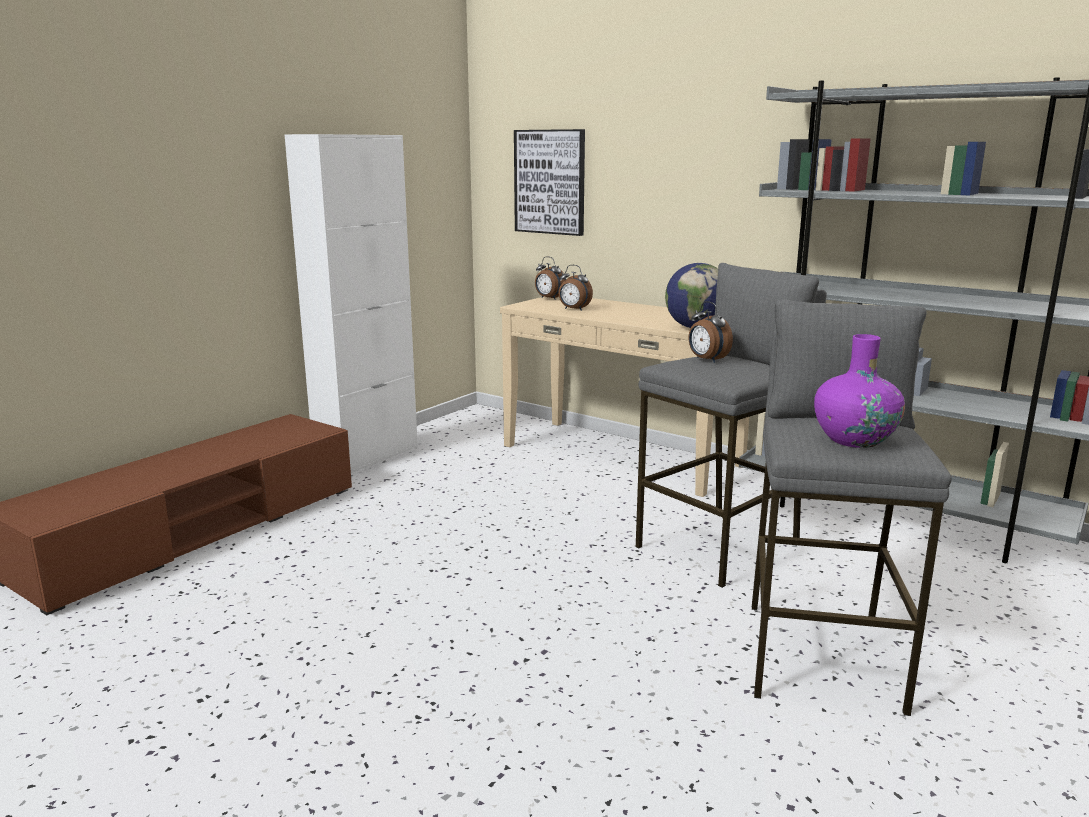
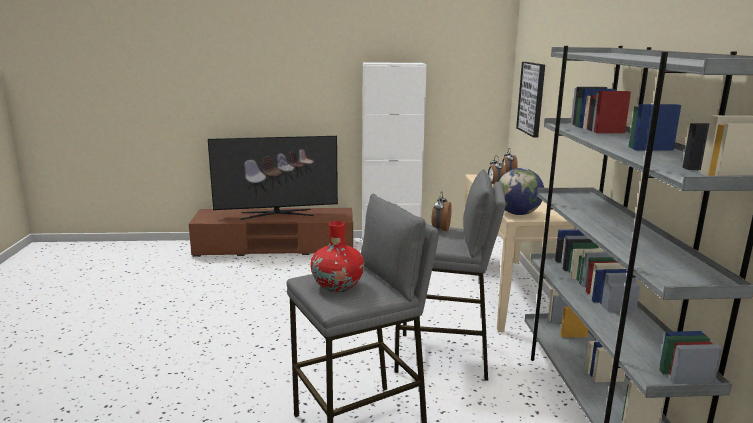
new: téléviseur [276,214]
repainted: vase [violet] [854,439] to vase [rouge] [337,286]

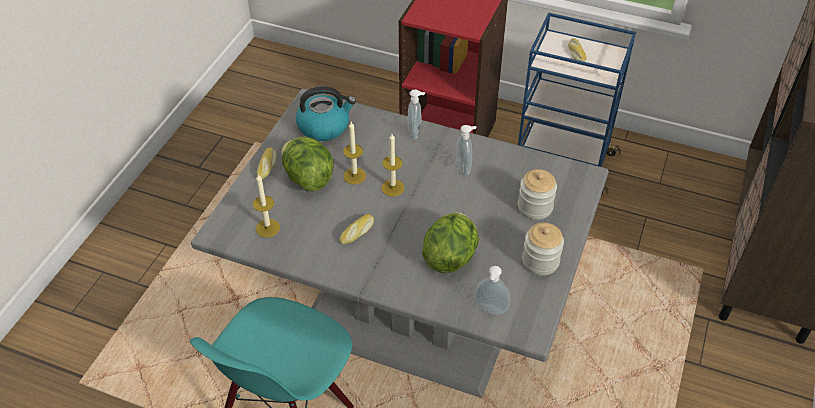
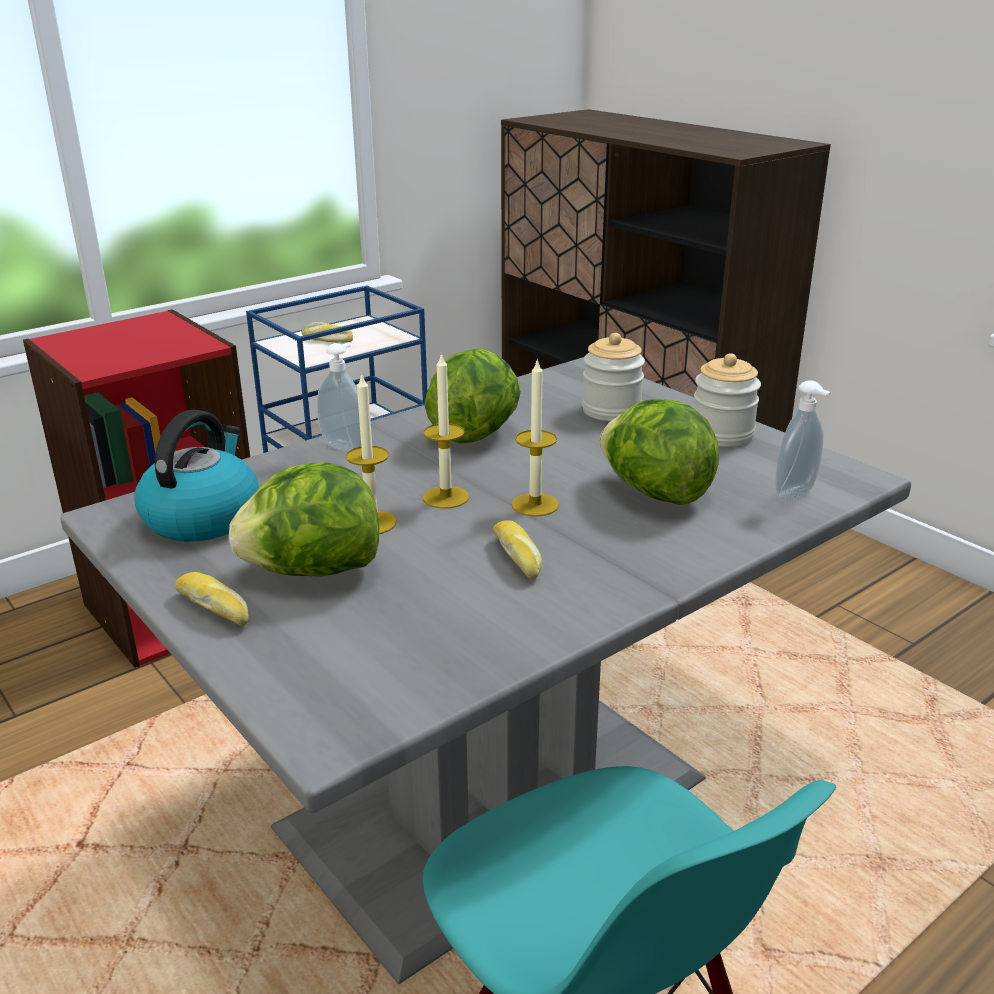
shifted: bougie [267,228] to [535,505]
swapped: distributeur de savon [464,168] to laitue [475,433]

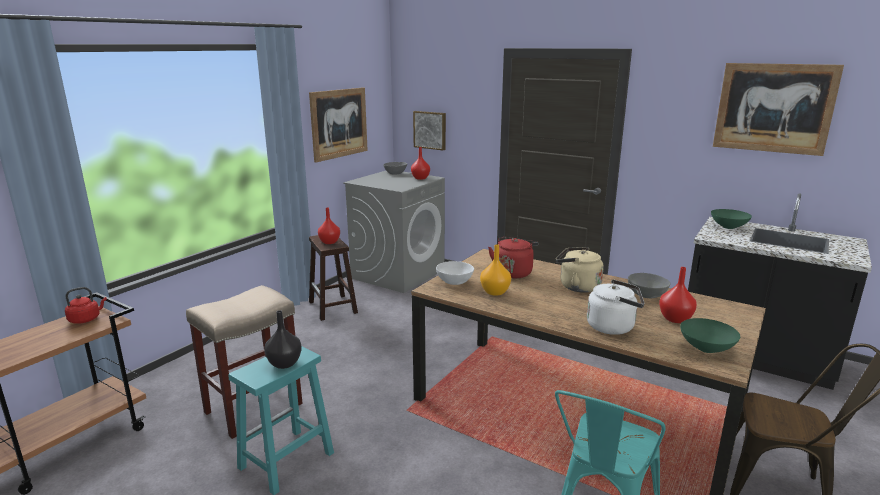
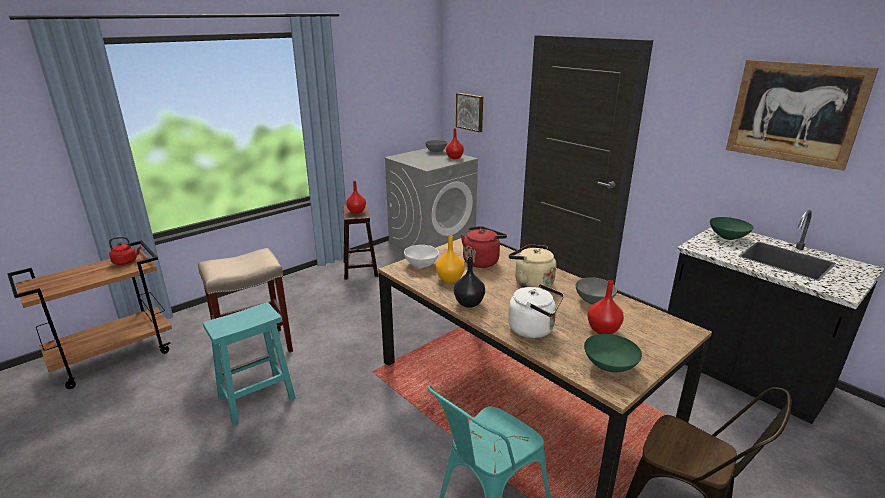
gone: tableau [339,123]
shifted: vase [noir] [284,363] to [469,303]

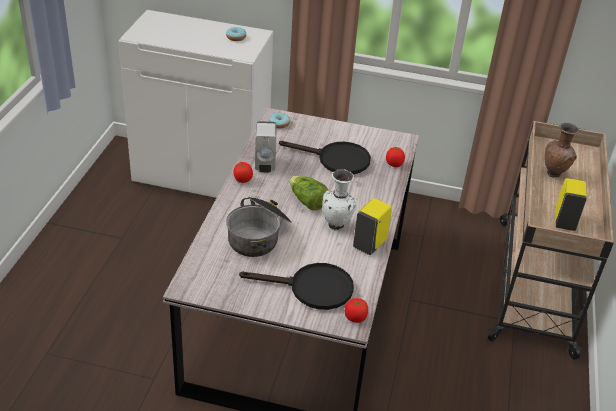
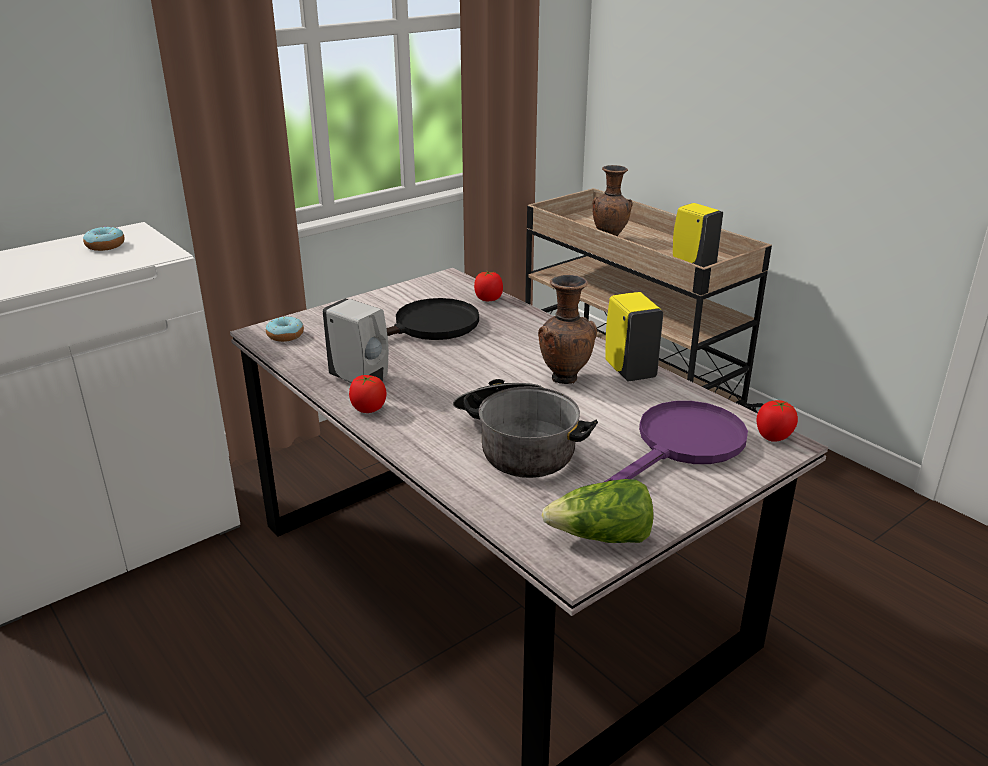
shifted: laitue [307,201] to [601,537]
repainted: vase [blanc] [337,225] to vase [marron] [564,378]; poêle [noir] [312,289] to poêle [violet] [682,446]

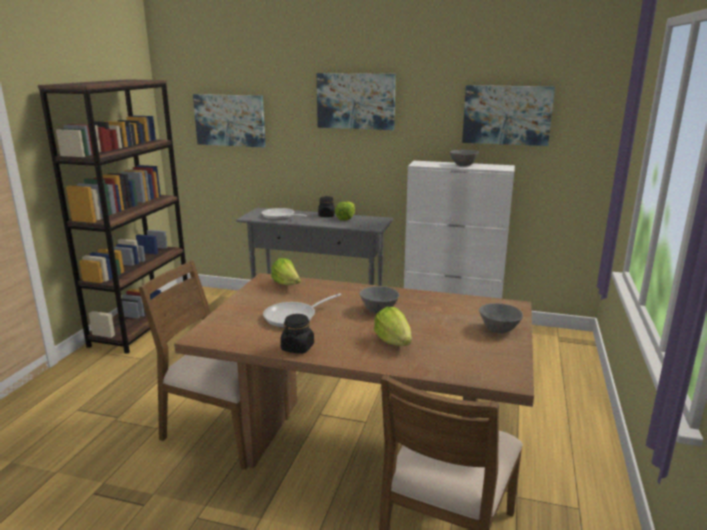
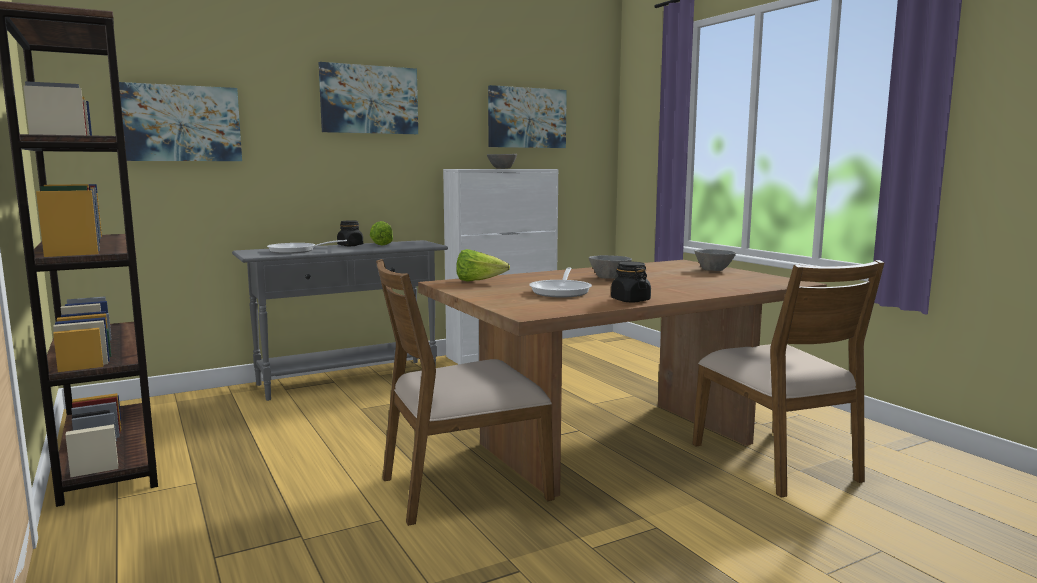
gone: laitue [393,341]

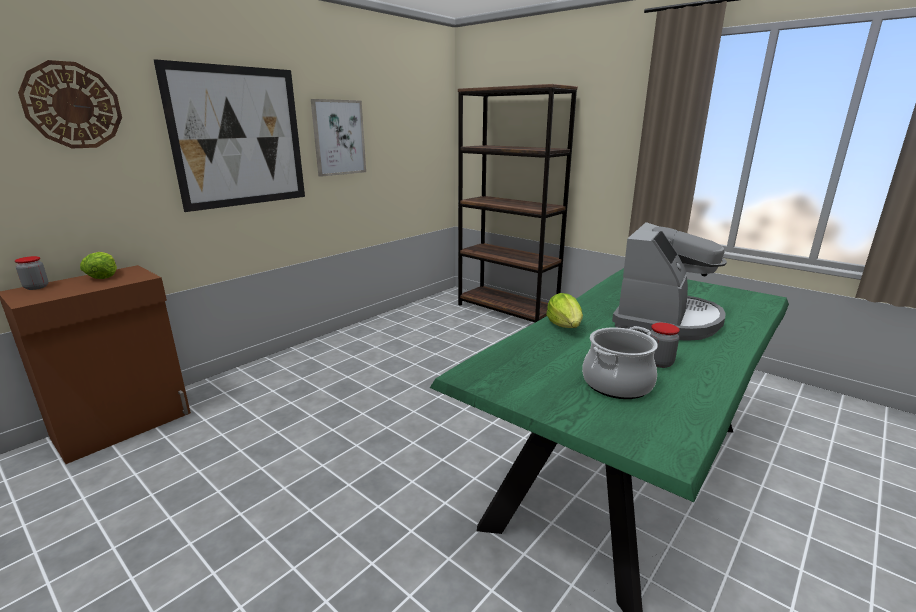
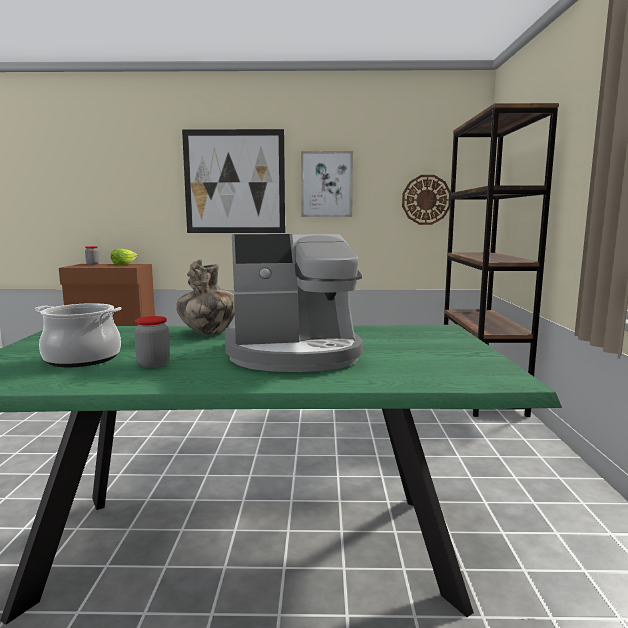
shifted: horloge murale [73,105] to [426,200]
swapped: laitue [565,326] to vase [209,332]

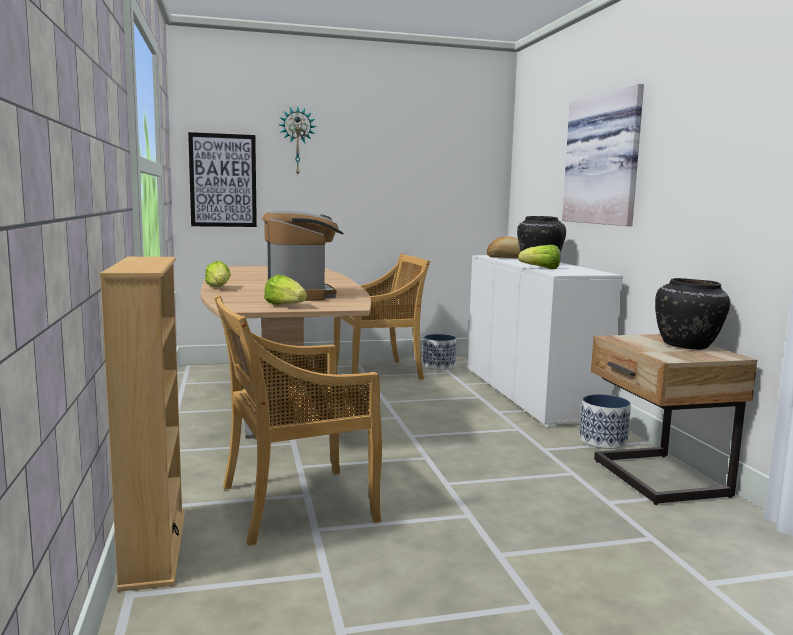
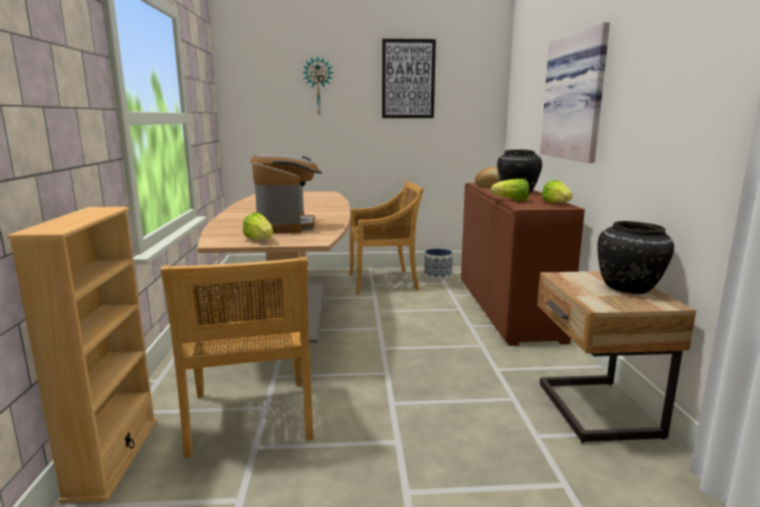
gone: cache-pot [602,441]
shifted: tableau [223,180] to [408,79]; laitue [218,288] to [556,204]
repainted: meuble de rangement [blanc] [530,394] to meuble de rangement [marron] [506,307]
rotated: chaise [beige] [294,505] = [250,418] 90 degrees counterclockwise

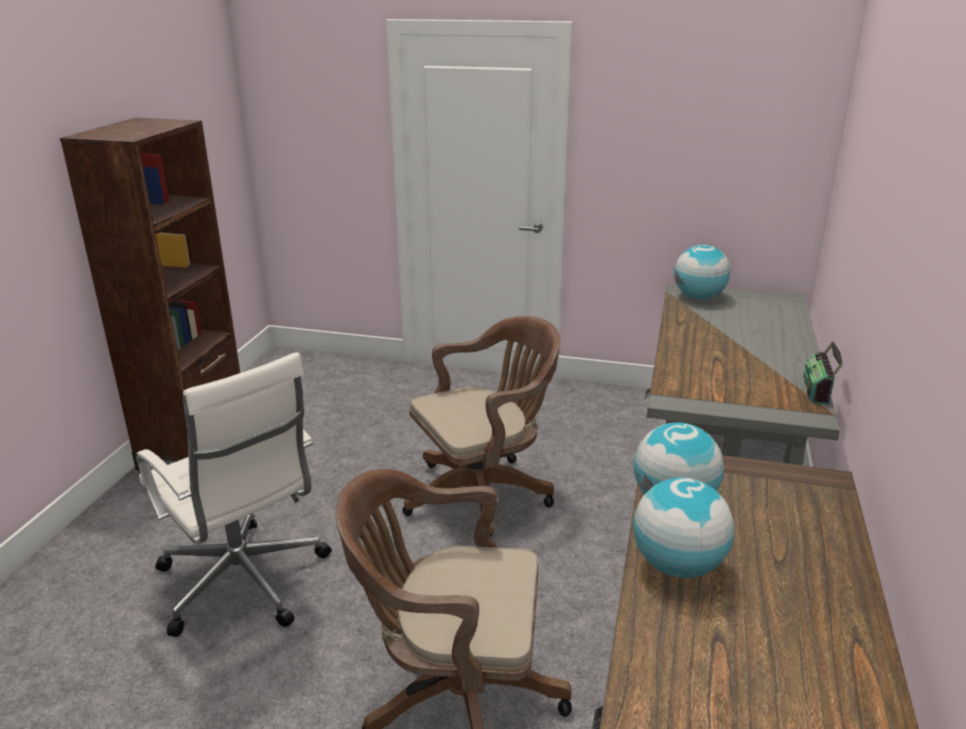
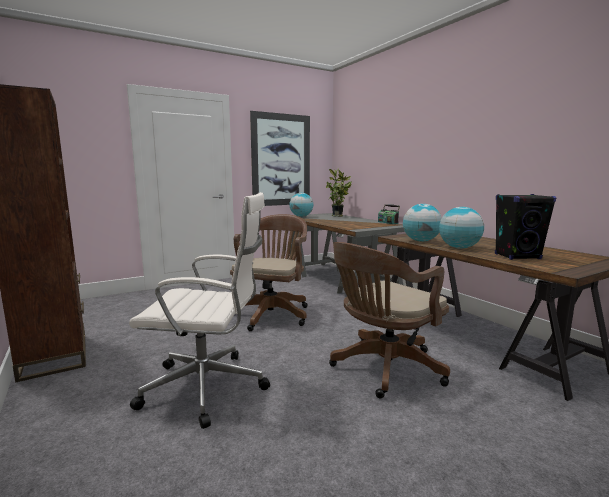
new: tableau [281,160]; plante en pot [338,216]; enceinte [noir] [517,257]

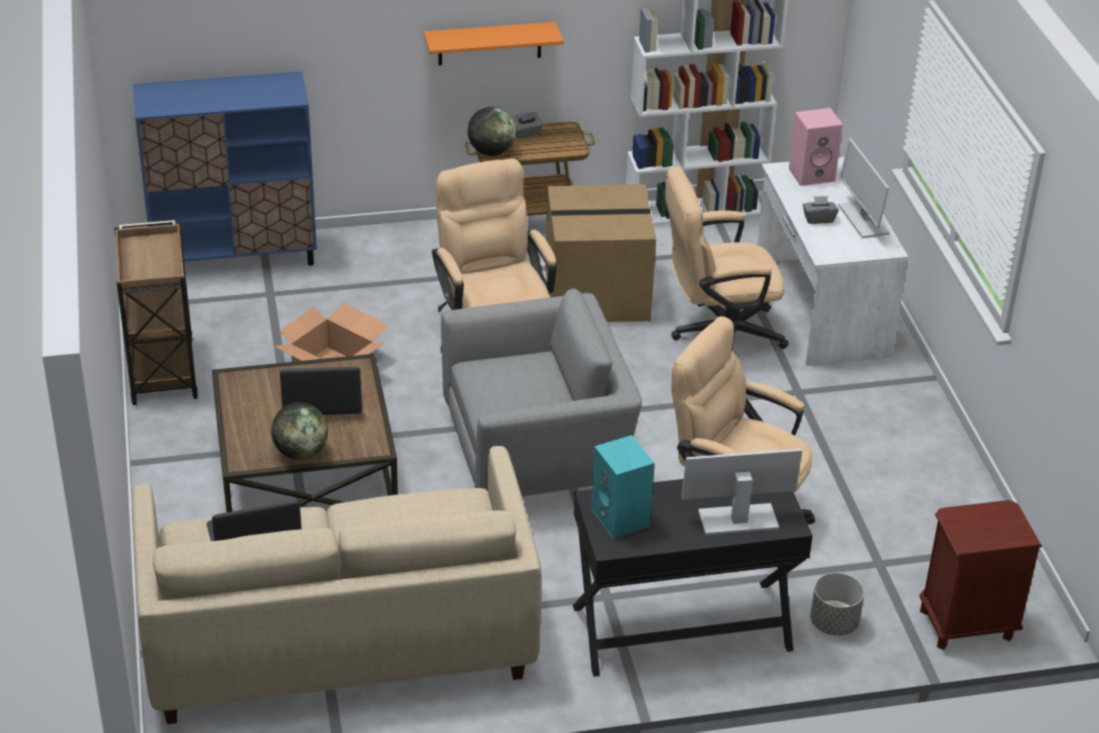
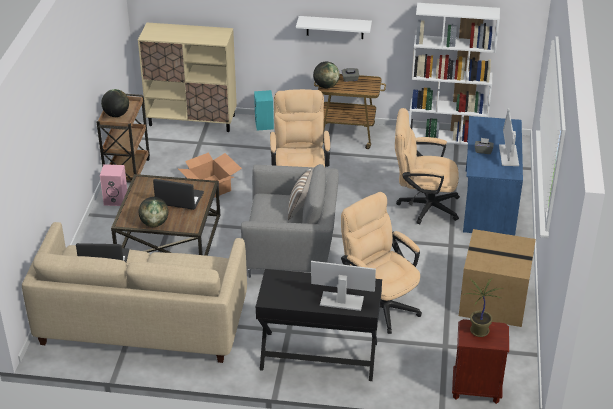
gone: cache-pot [gris] [834,623]
new: globe [116,115]; coussin [300,209]; plante en pot [478,331]
shifted: enceinte [rose] [812,174] to [116,199]; enceinte [turquoise] [622,518] to [264,124]; carton [598,292] to [495,300]
repainted: meuble de rangement [bleu] [235,256] to meuble de rangement [beige] [192,120]; étagère [orange] [489,43] to étagère [blanc] [335,27]; bureau [blanc] [819,308] to bureau [bleu] [488,202]

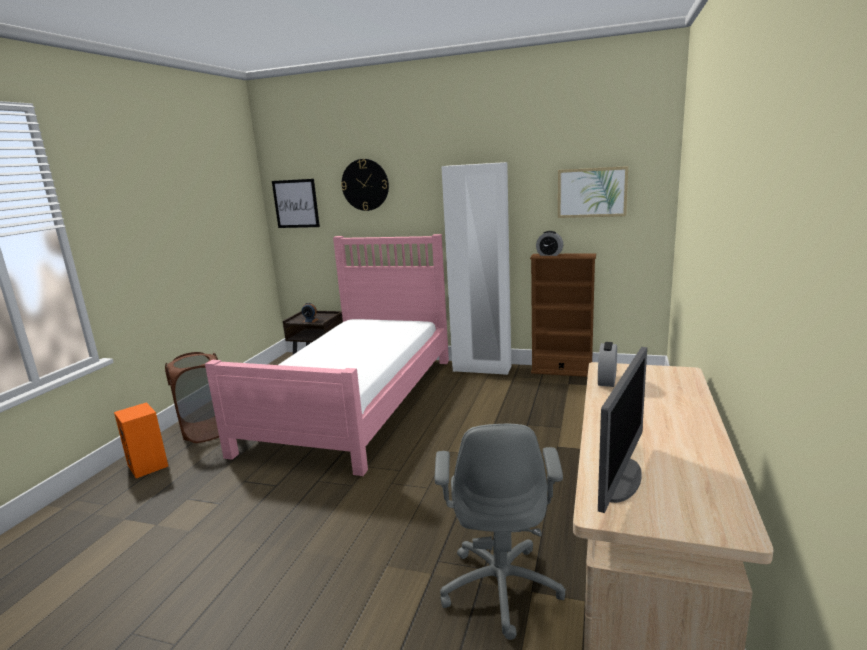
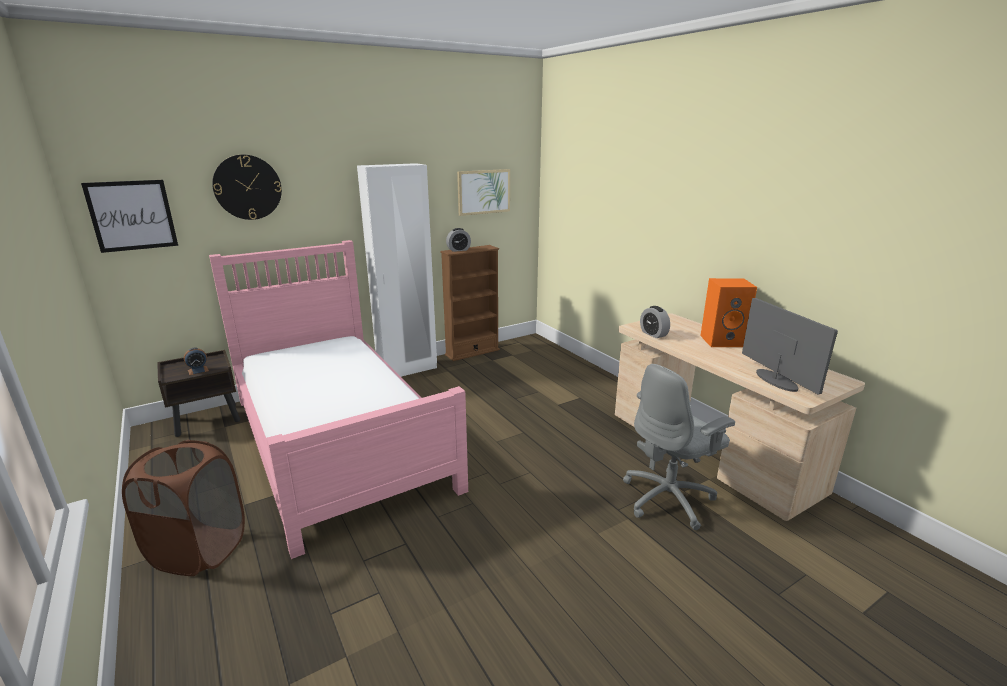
shifted: enceinte [orange] [149,466] to [723,341]
rotated: chaise de bureau [gris] [501,586] = [669,499] 105 degrees clockwise

